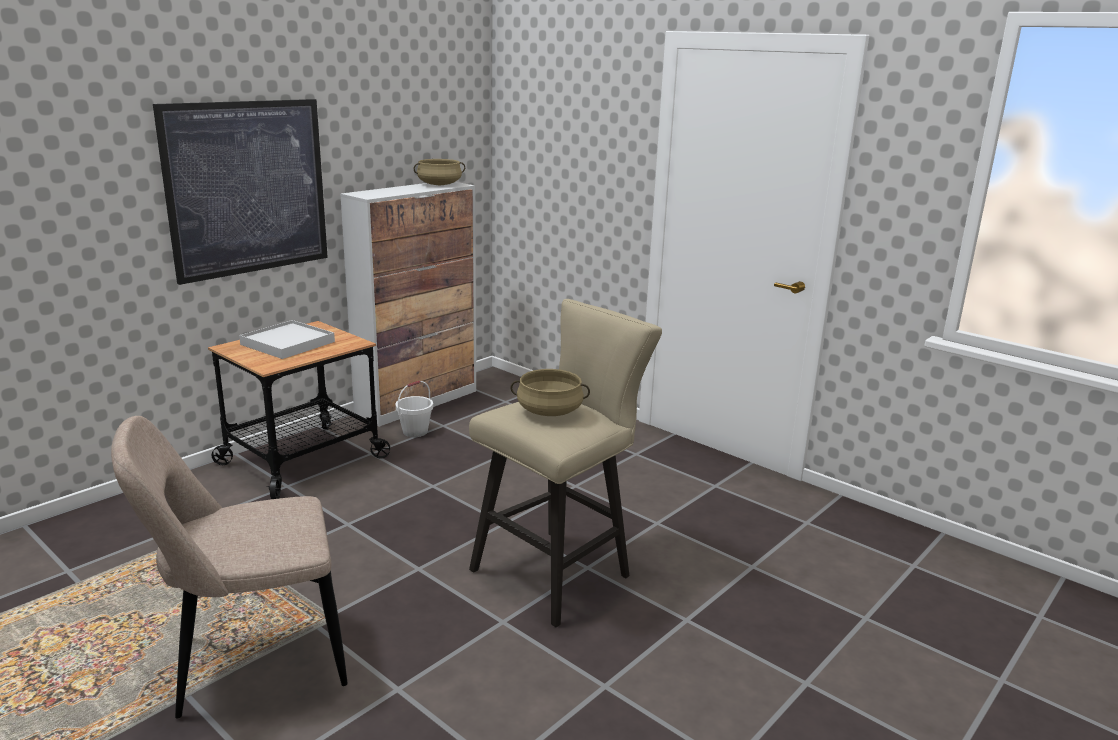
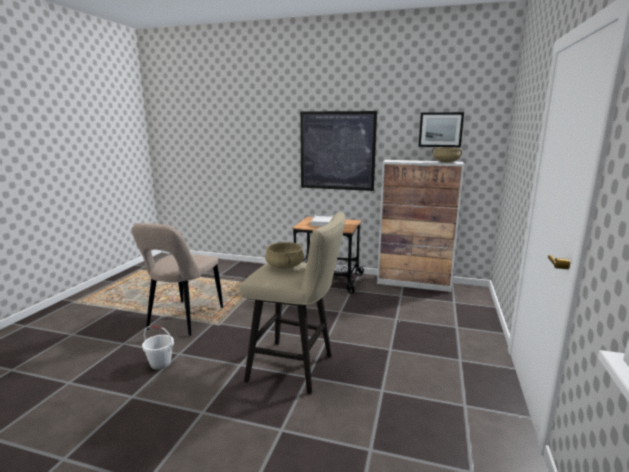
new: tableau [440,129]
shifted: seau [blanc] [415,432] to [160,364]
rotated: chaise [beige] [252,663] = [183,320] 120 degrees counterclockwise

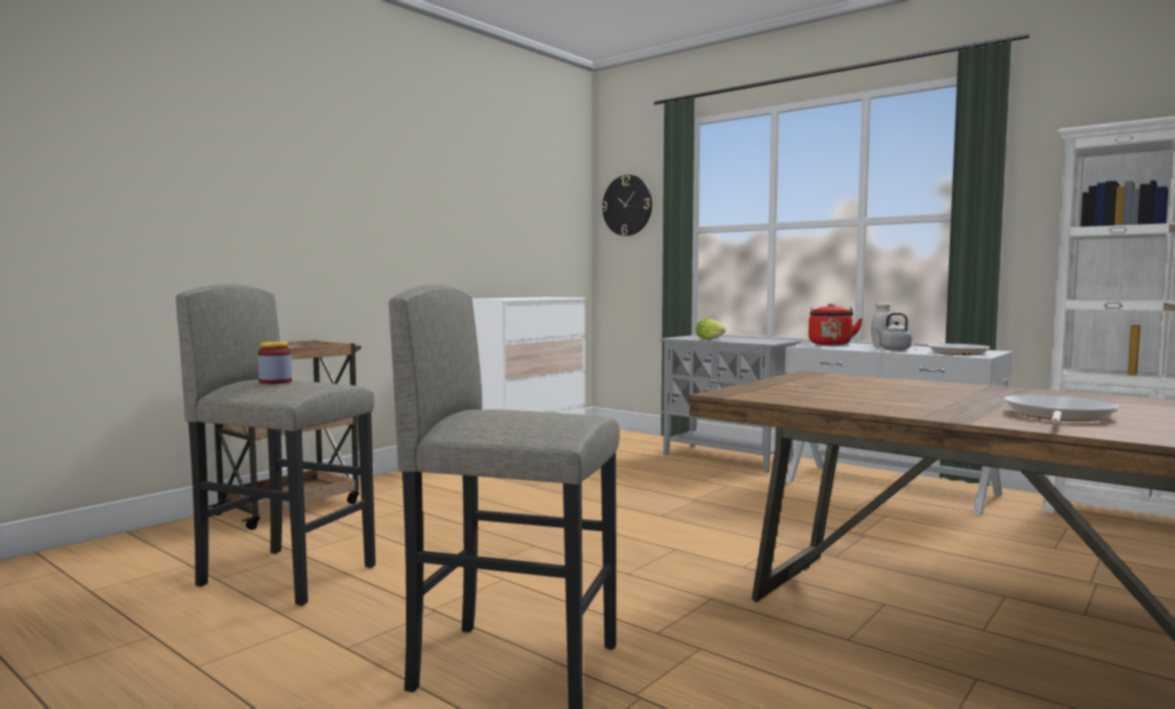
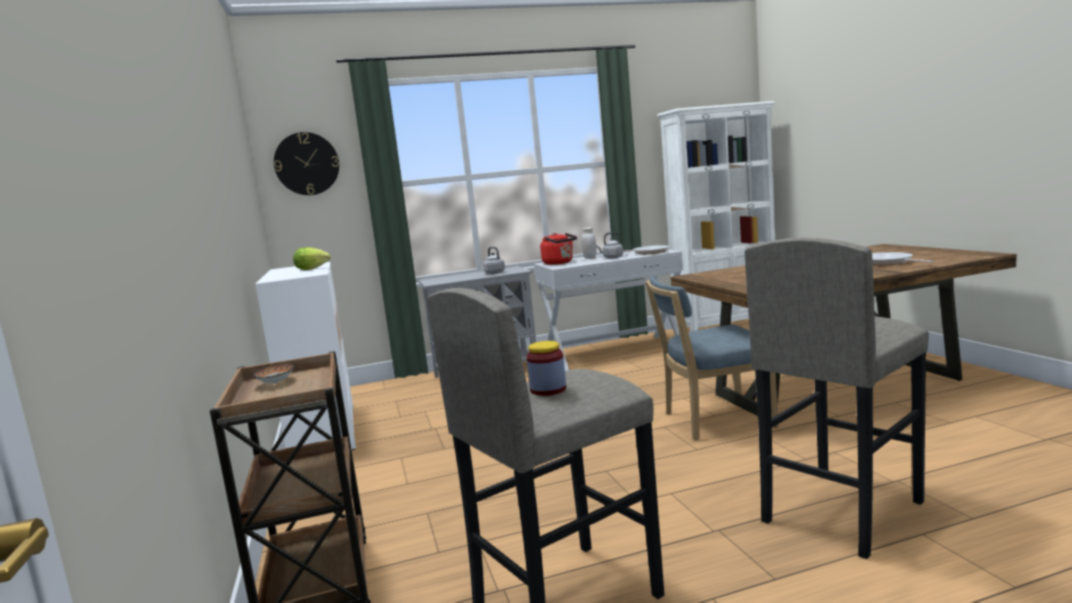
new: bouilloire [gris] [494,273]; chaise [bleu] [713,420]
shifted: laitue [711,339] to [314,269]

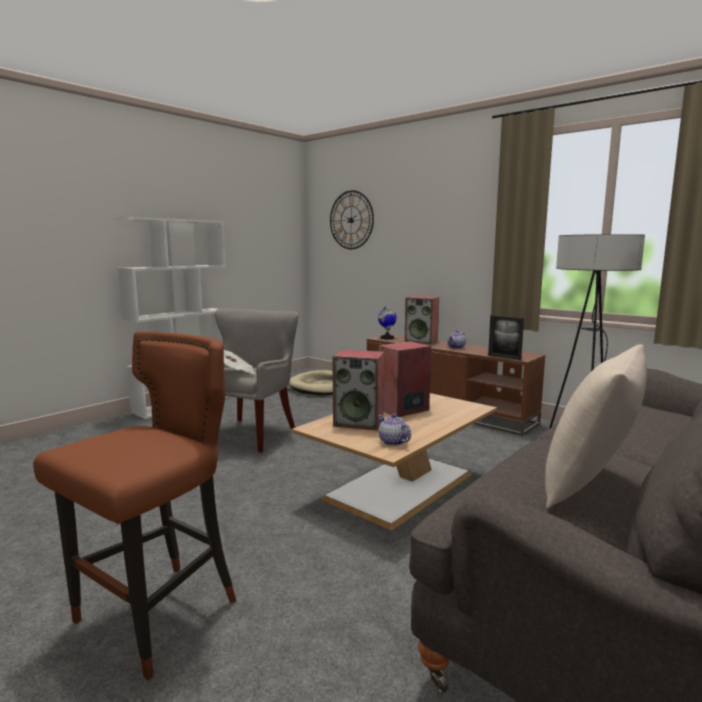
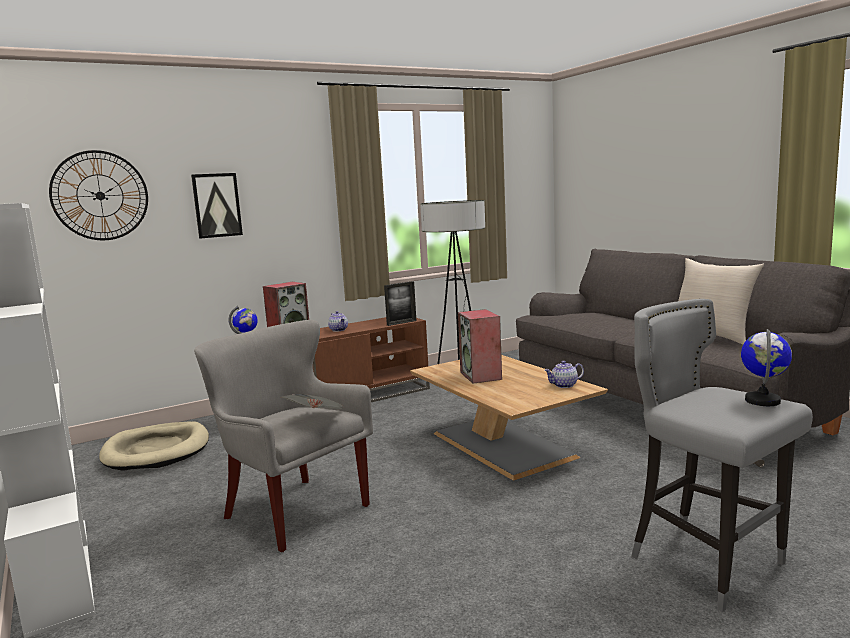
gone: enceinte [359,422]
new: tableau [217,205]; globe [763,401]
repainted: tabouret [marron] [157,616] to tabouret [gris] [707,564]

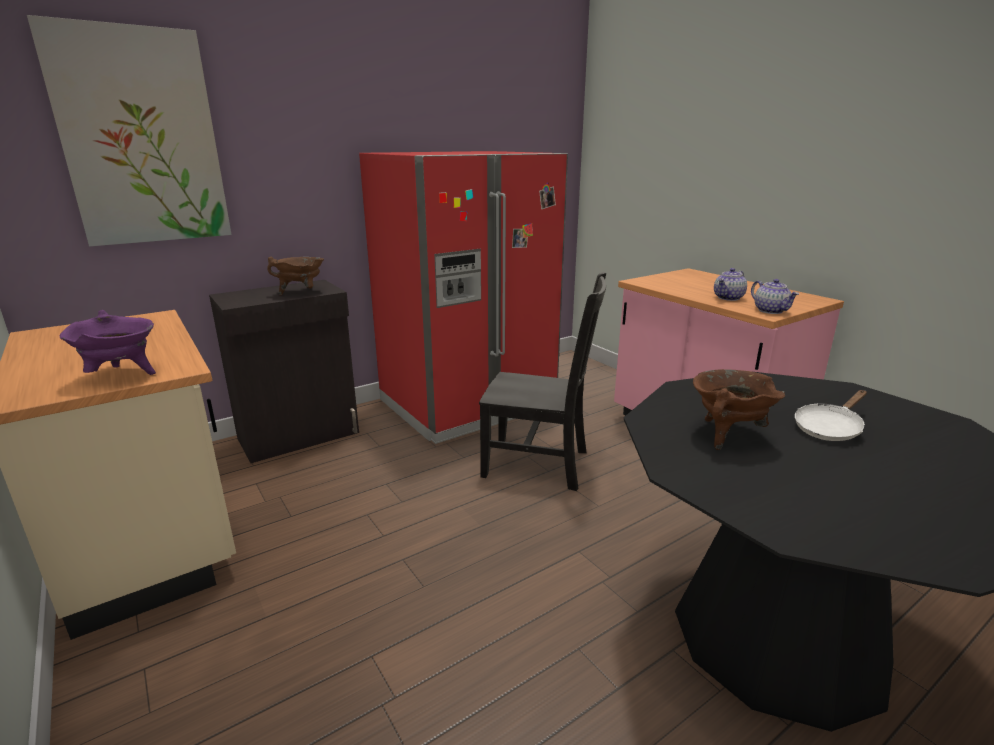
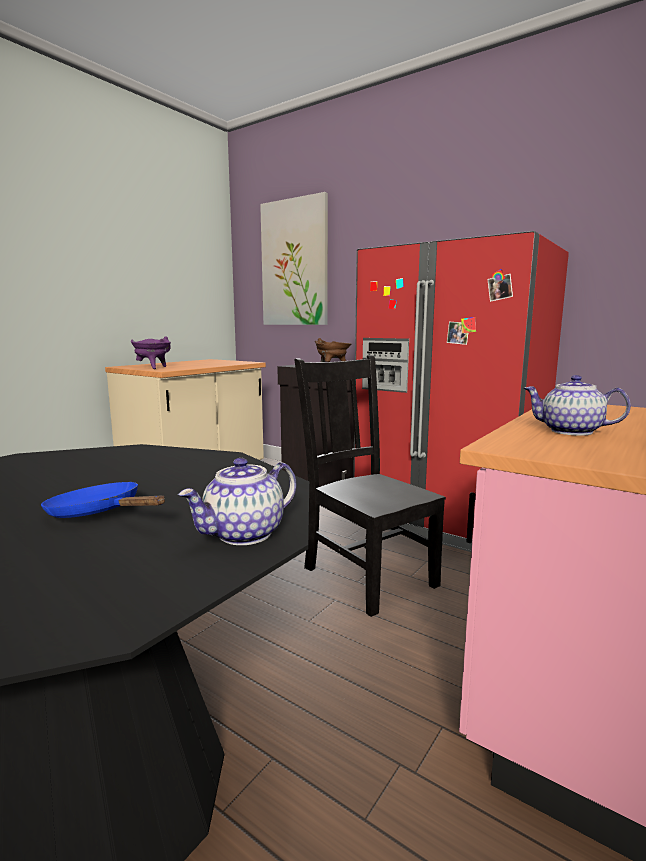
gone: marmite [marron] [727,435]
shifted: théière [771,311] to [244,534]
repainted: poêle [blanc] [829,428] to poêle [bleu] [100,513]
rotated: chaise [noir] [539,464] = [366,574] 150 degrees clockwise

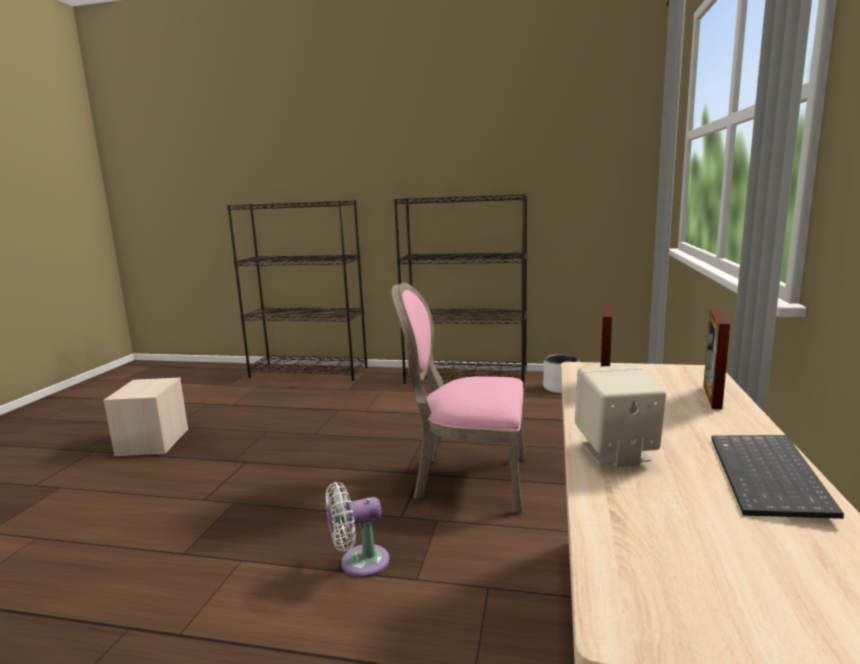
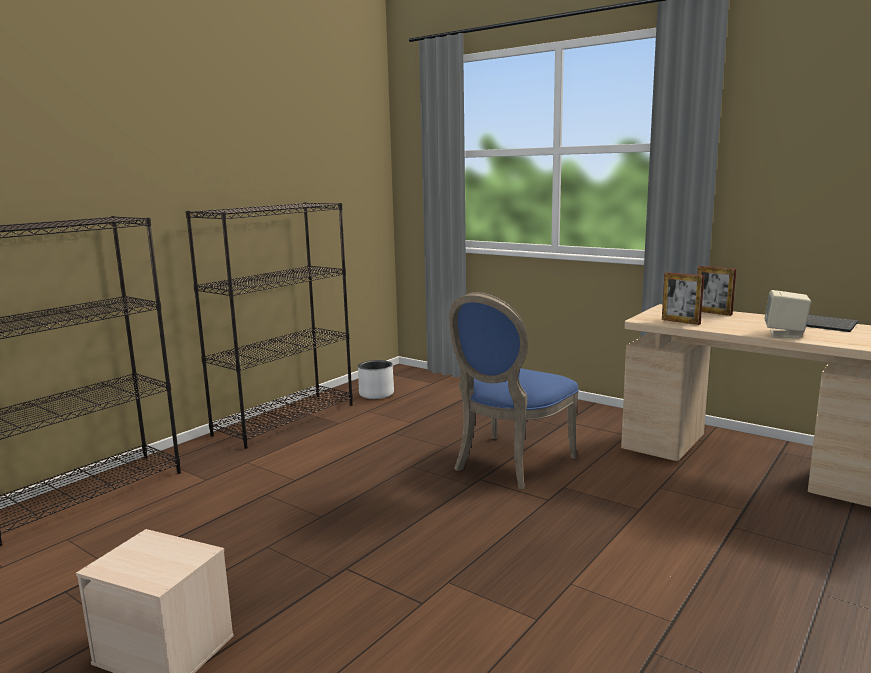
gone: ventilateur [blanc] [359,563]
repainted: chaise [rose] [467,480] to chaise [bleu] [509,464]

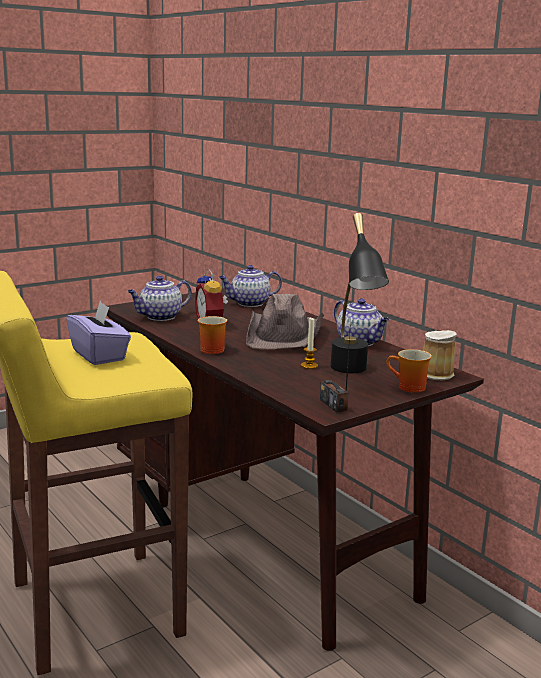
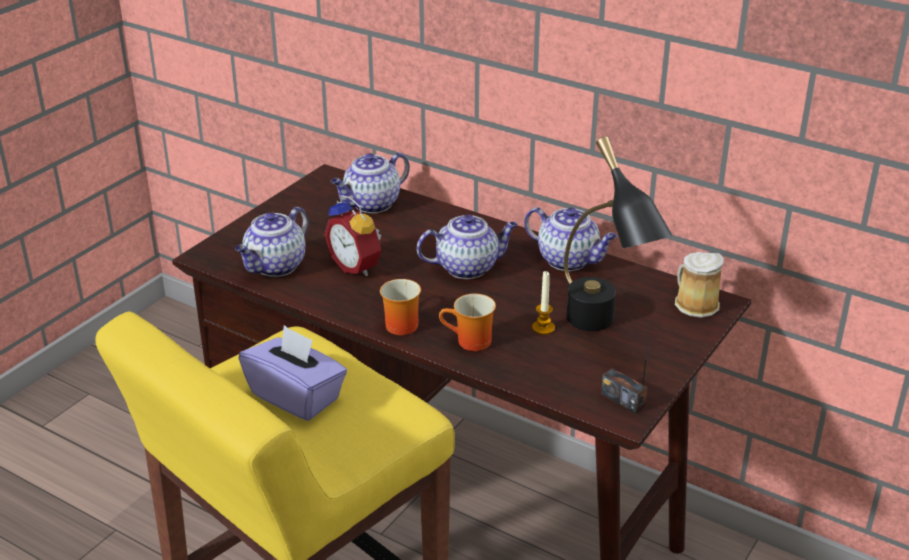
shifted: mug [408,387] to [470,343]
swapped: chapeau [marron] [285,335] to théière [468,267]

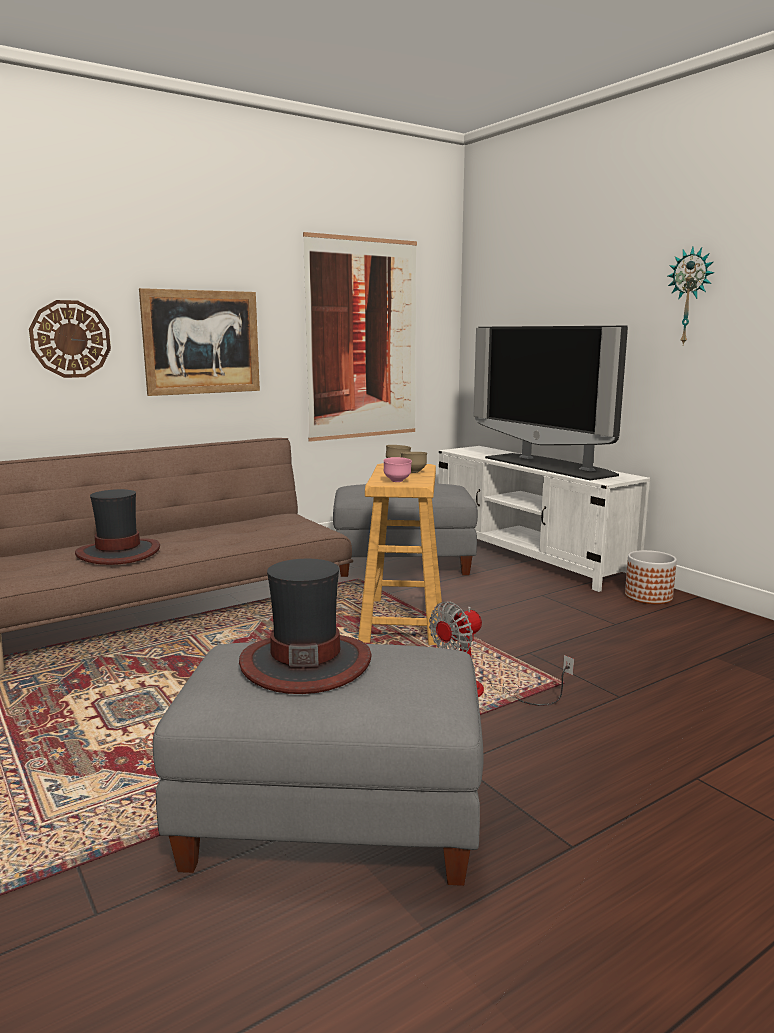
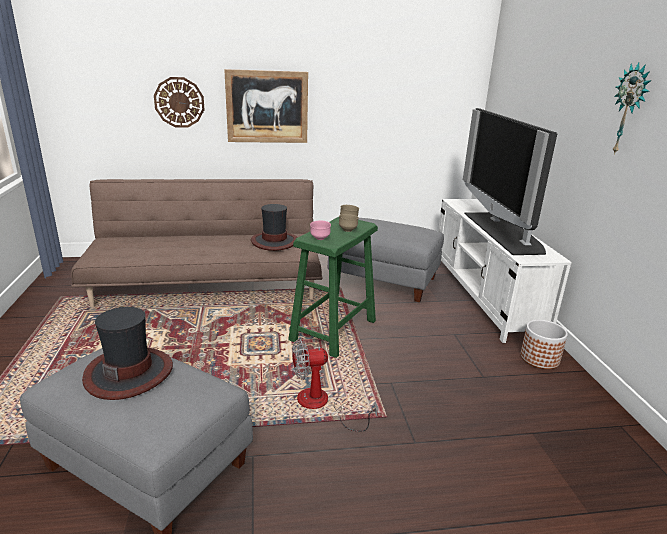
gone: tableau [363,339]
shifted: chapeau [118,553] to [274,241]
repainted: tabouret [beige] [402,621] to tabouret [vert] [333,330]

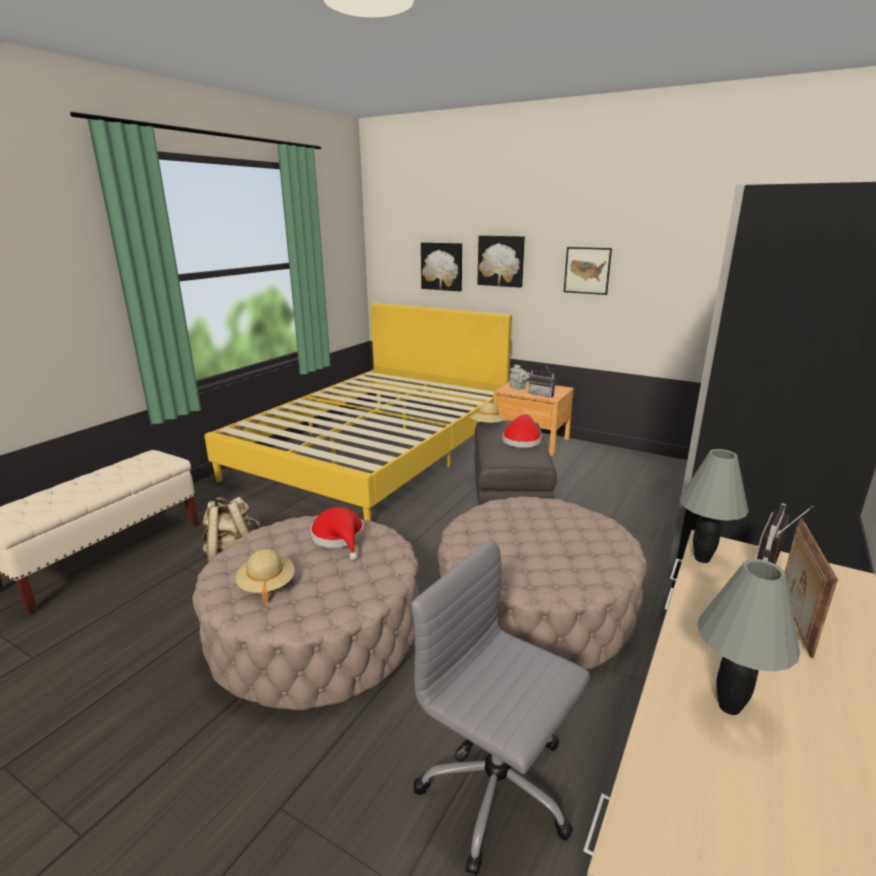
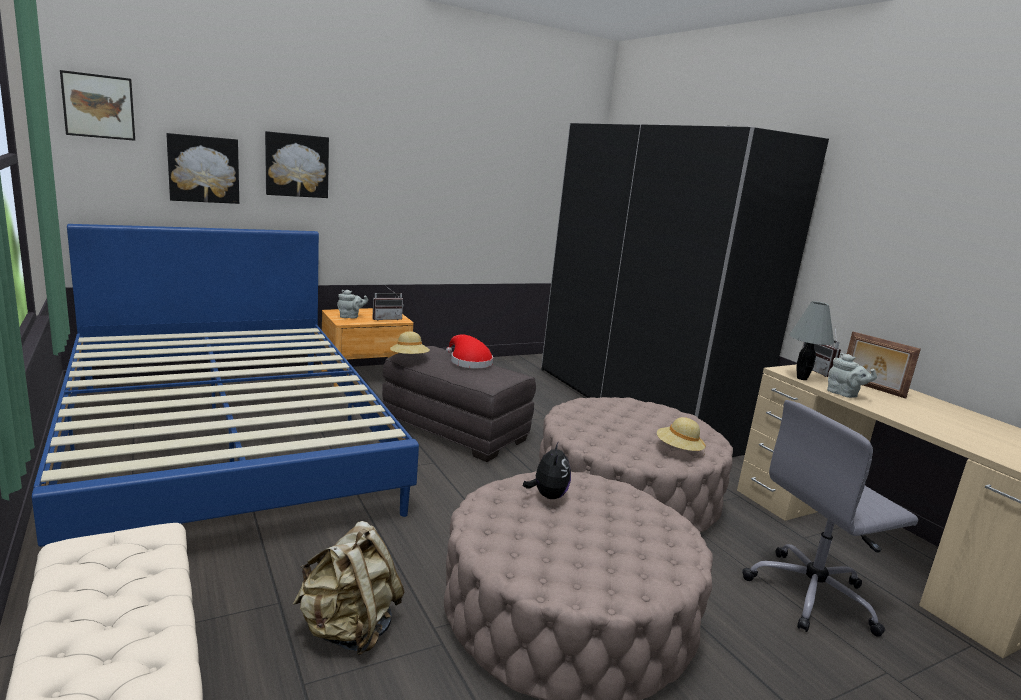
gone: lampe de table [gris] [729,707]
new: théière [gris] [844,394]
shifted: tableau [587,270] to [99,106]; chapeau [beige] [266,585] to [678,450]
swapped: chapeau [rouge] [340,538] to peluche [547,496]
repainted: lit [jaune] [376,451] to lit [bleu] [225,441]

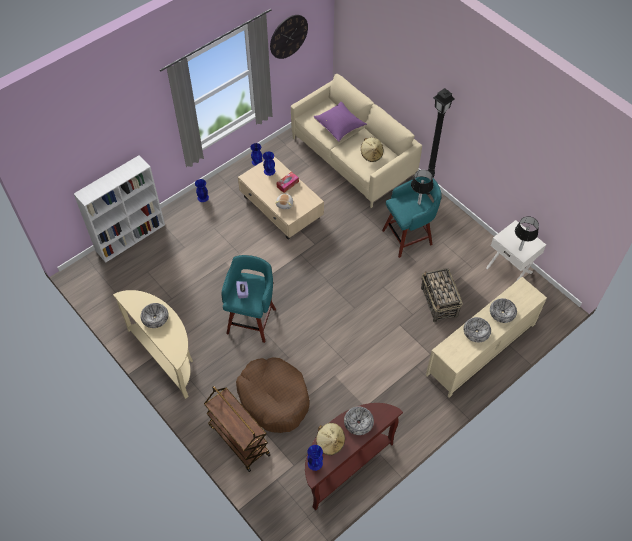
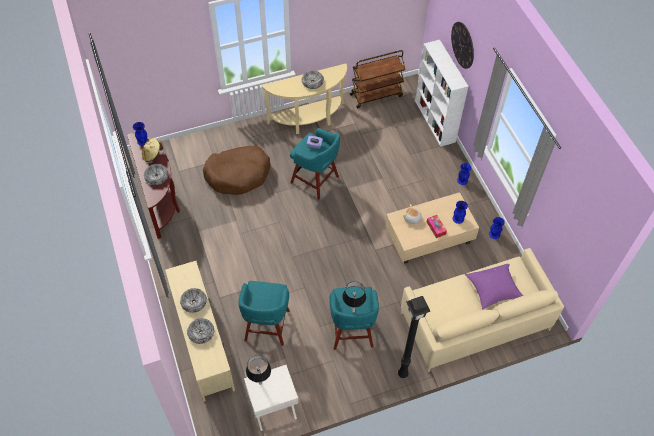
gone: chapeau [beige] [371,154]
shifted: chariot [marron] [238,439] to [376,95]; horloge murale [288,36] to [463,45]
swapped: panier [439,302] to tabouret [turquoise] [266,327]

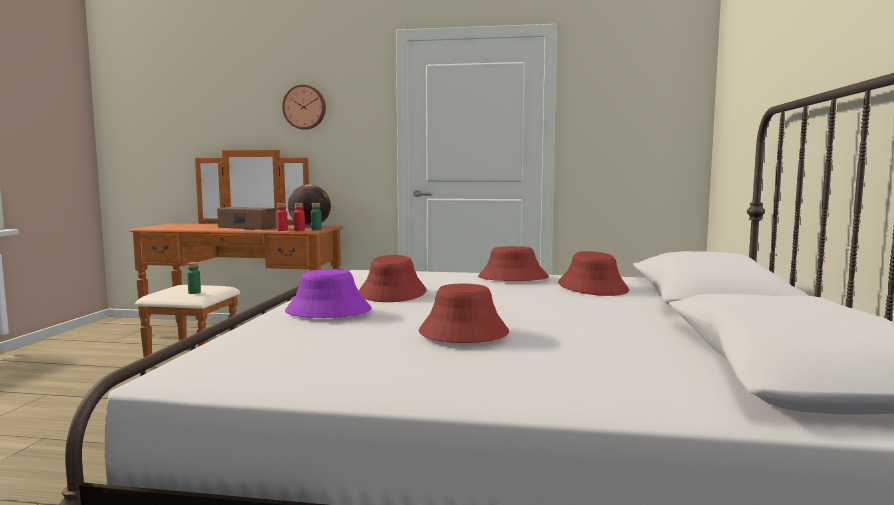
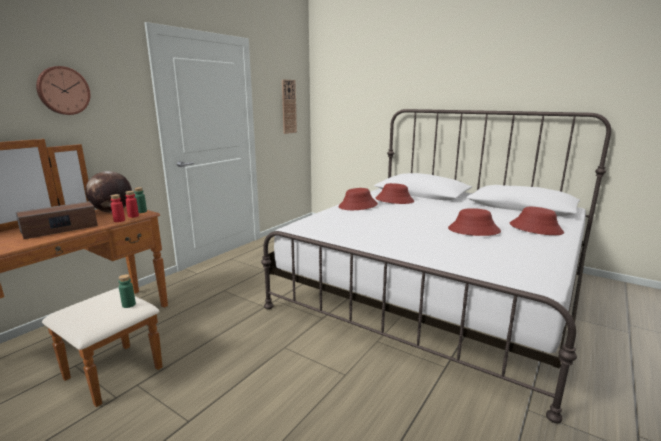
gone: chapeau [violet] [327,311]
new: horloge murale [288,107]
shifted: chapeau [rouge] [393,293] to [535,228]

